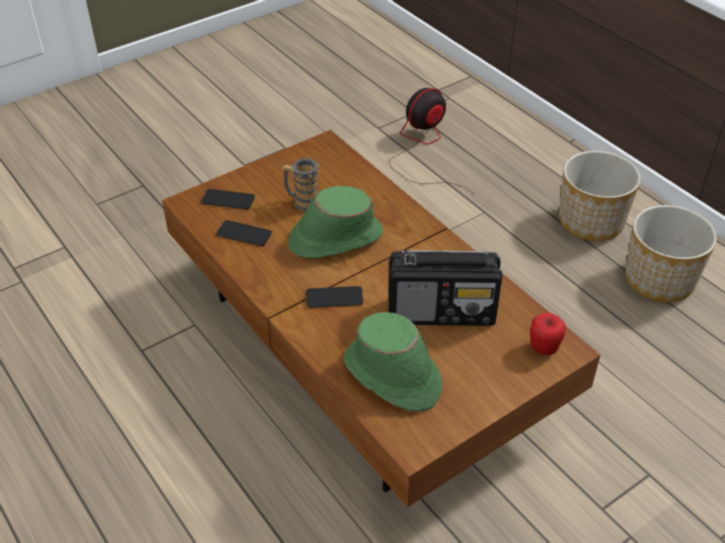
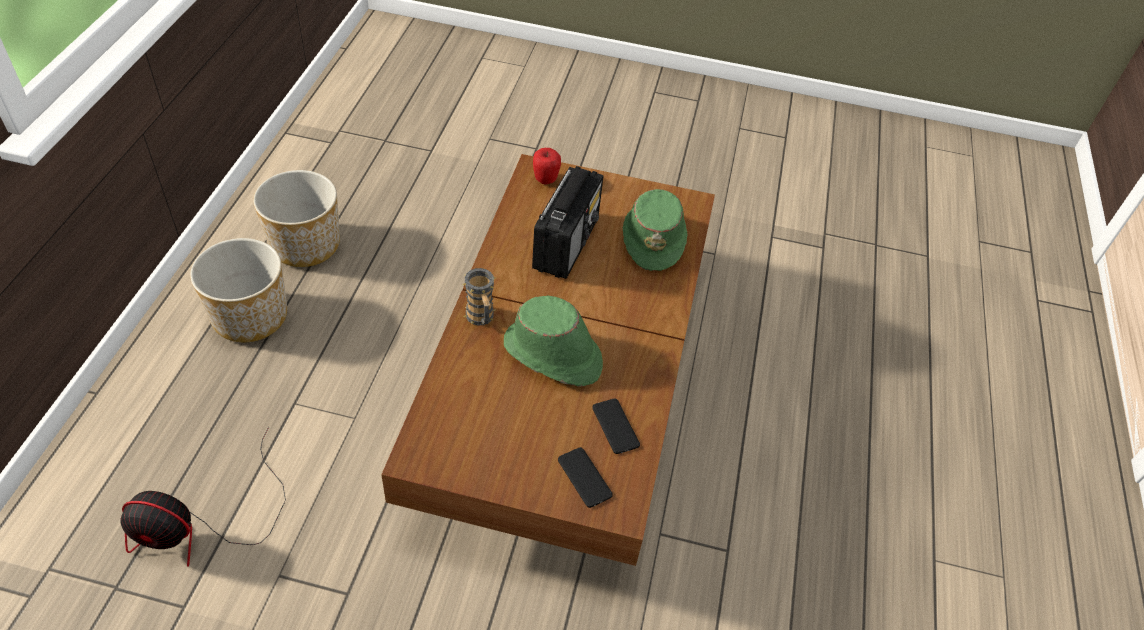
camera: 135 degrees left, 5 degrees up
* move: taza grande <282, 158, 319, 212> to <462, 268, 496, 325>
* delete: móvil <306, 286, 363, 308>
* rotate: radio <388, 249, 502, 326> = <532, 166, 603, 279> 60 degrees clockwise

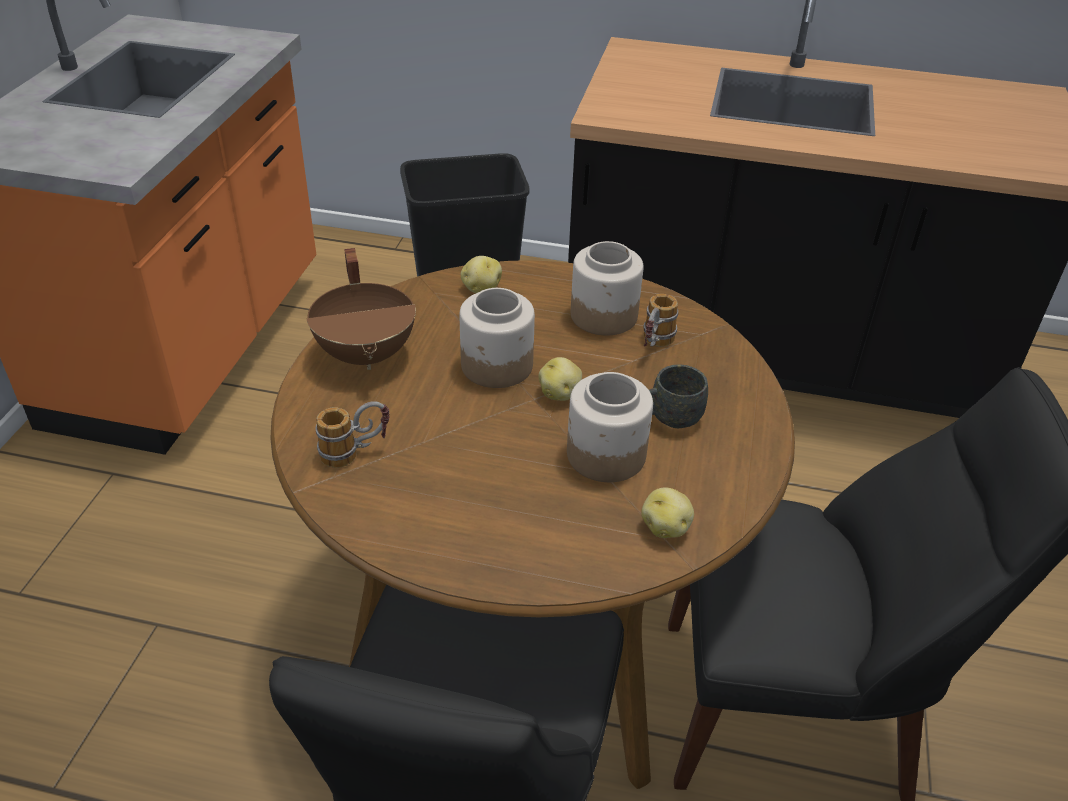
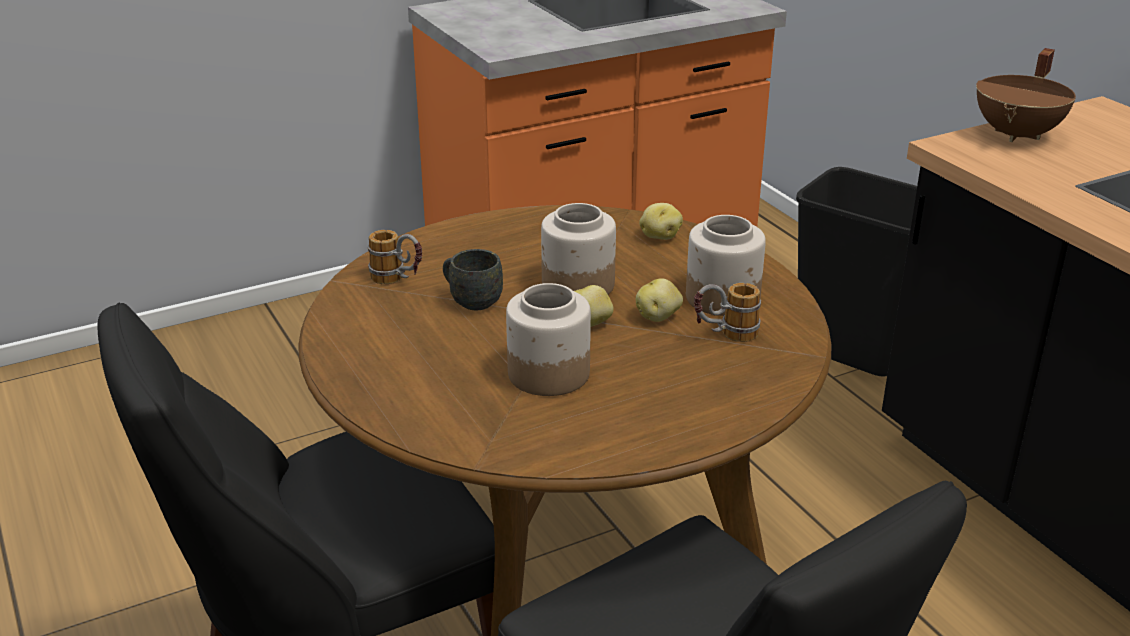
camera: 50 degrees right, 10 degrees down
* move: olla [marrón] <306, 248, 416, 370> to <976, 48, 1076, 142>
* move: patata <641, 487, 694, 538> to <636, 278, 683, 322>
* move: taza grande [gris] <649, 364, 708, 428> to <443, 249, 503, 310>

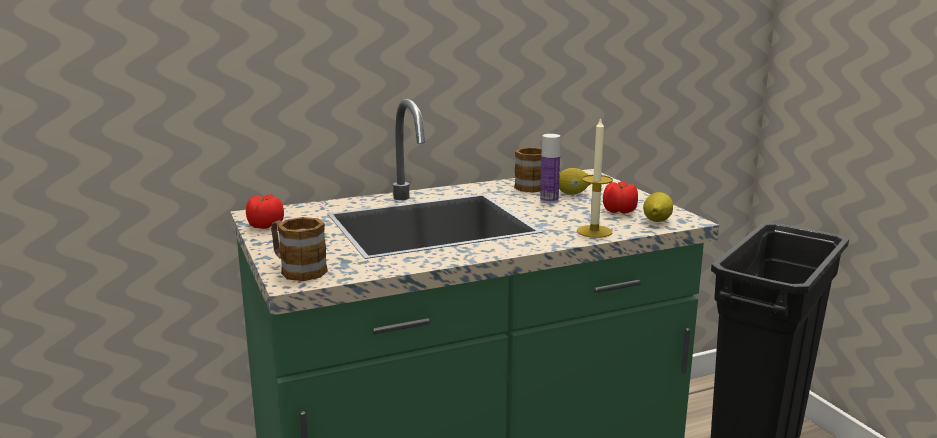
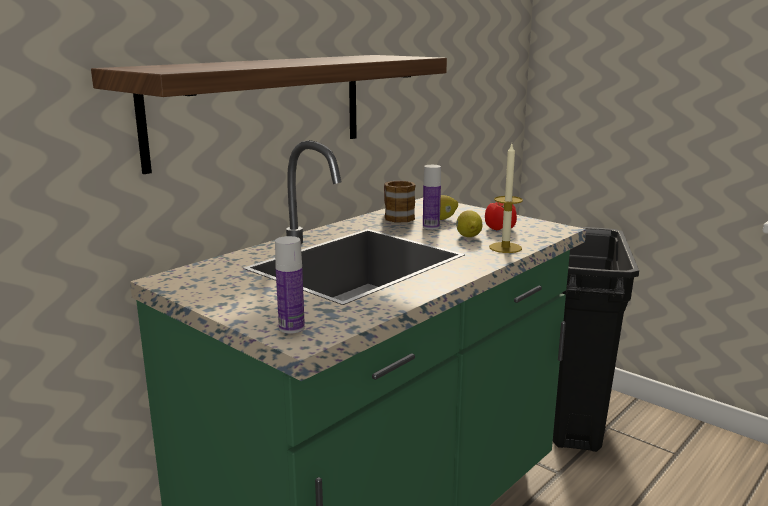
camera: 25 degrees left, 0 degrees up
* delete: tomate <246, 194, 284, 229>
* replace: taza grande <271, 217, 328, 281> to botella <275, 236, 305, 334>
* move: limón <643, 192, 673, 222> to <456, 210, 482, 237>
* insert: estante <91, 55, 447, 174>

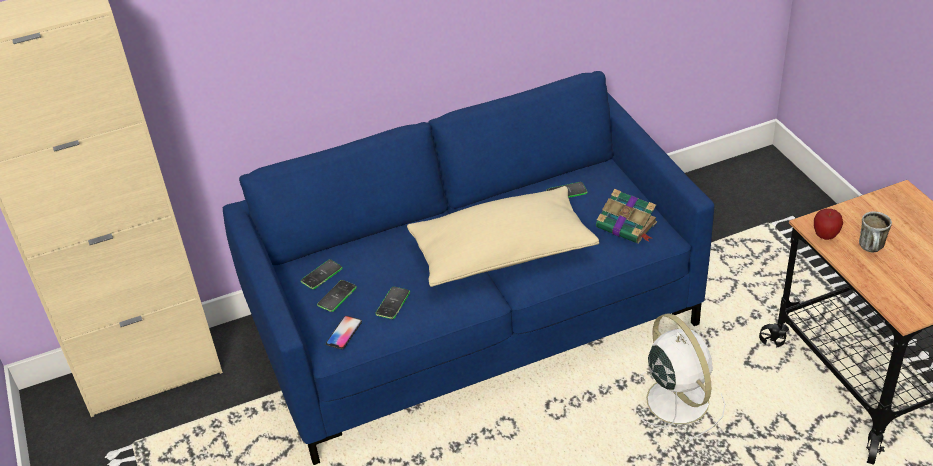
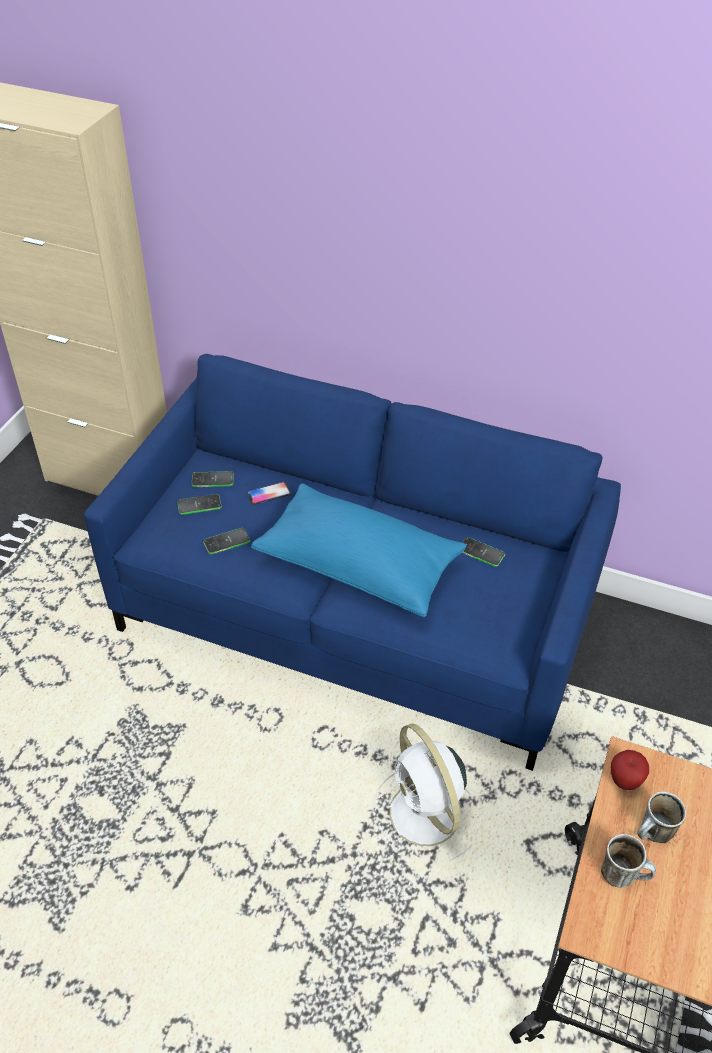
camera: 40 degrees right, 5 degrees up
* move: móvil <326, 316, 362, 349> to <246, 482, 291, 505>
* recolor: cojín [beis] <407, 186, 599, 287> to cojín [azul] <251, 483, 467, 618>
* delete: libro <596, 189, 657, 244>
* rotate: ventilador [blanco] <639, 313, 725, 442> = <372, 723, 472, 861> 135 degrees clockwise
* insert: taza grande <601, 834, 656, 888>

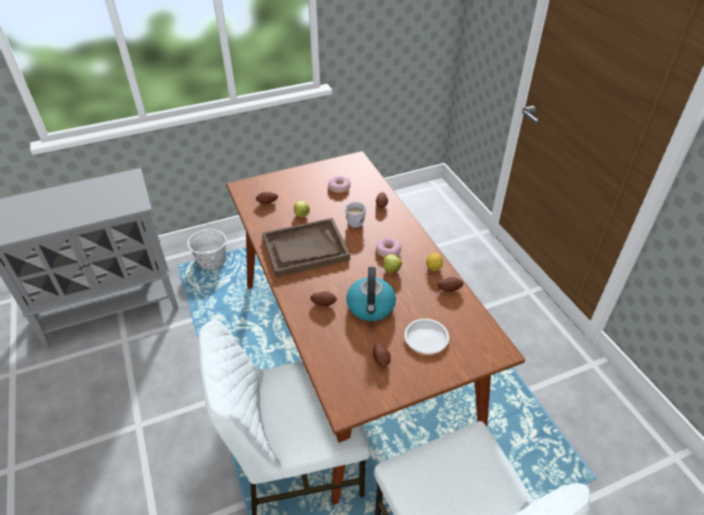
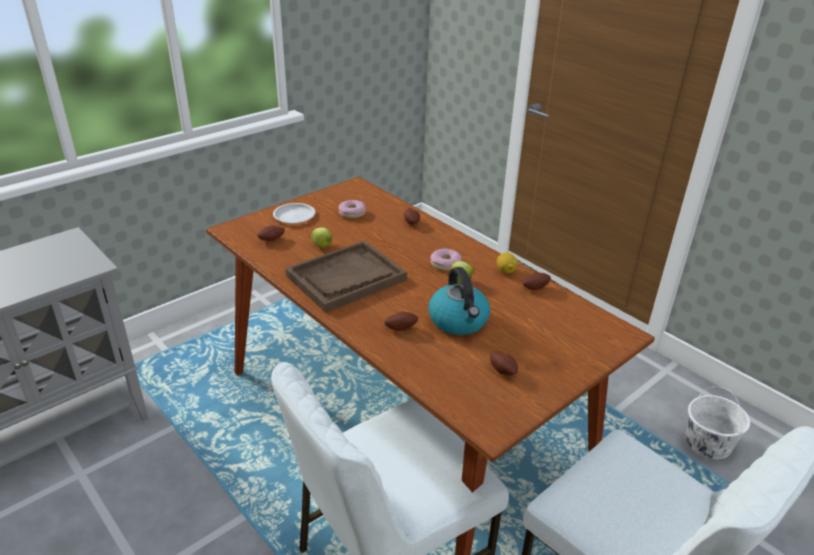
camera: 20 degrees left, 10 degrees down
* move: cubo [blanco] <187, 224, 227, 269> to <685, 387, 750, 459>
* delete: taza grande [blanco] <345, 201, 366, 228>
* move: plato [blanco] <405, 319, 449, 354> to <273, 203, 315, 224>

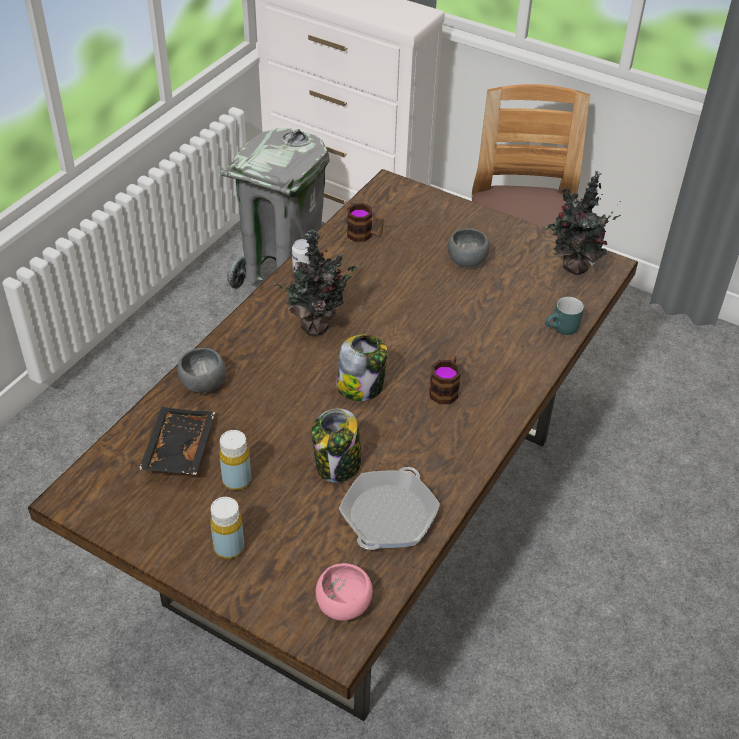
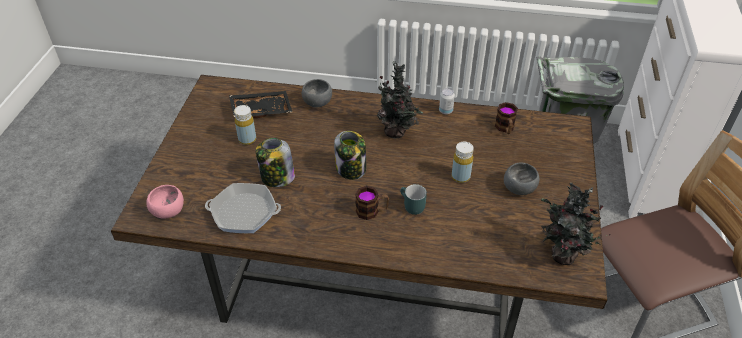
camera: 70 degrees right, 0 degrees up
* move: botella [amarillo] <210, 497, 244, 559> to <452, 142, 474, 183>
* move: taza grande [turquesa] <545, 297, 584, 335> to <400, 184, 427, 215>

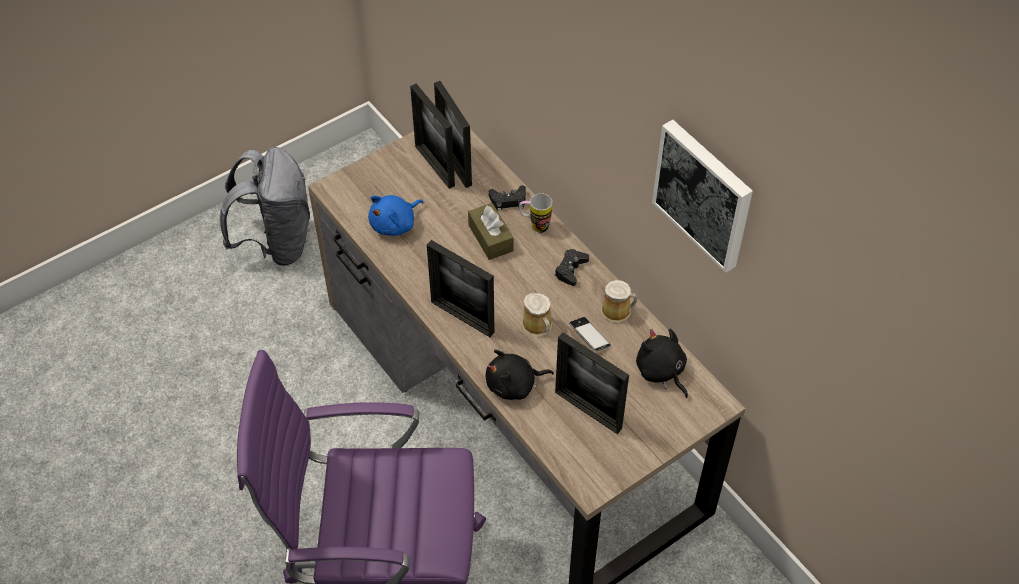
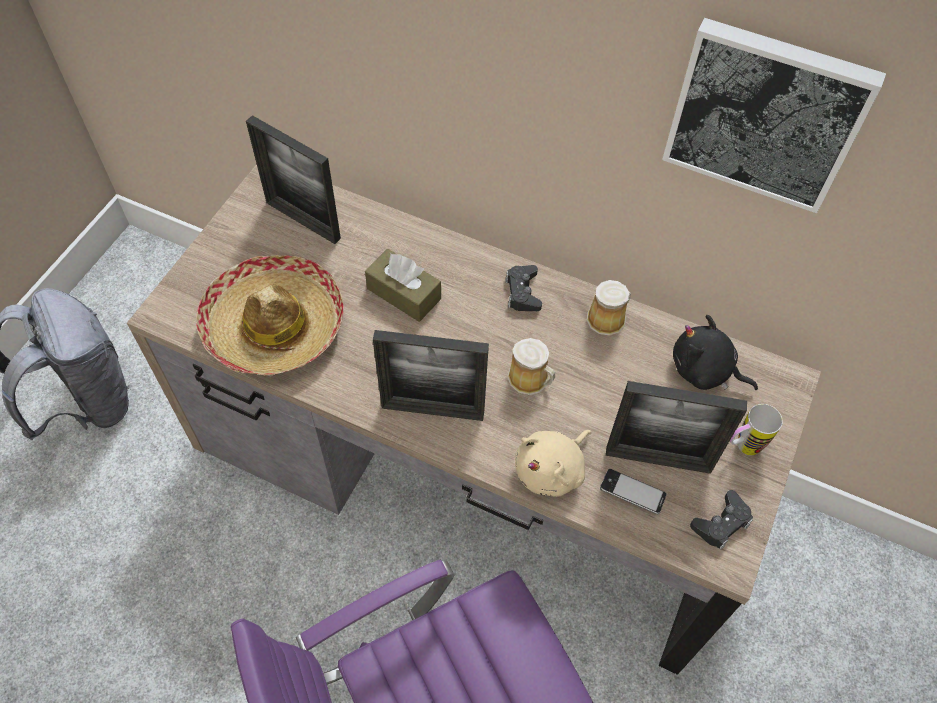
camera: 30 degrees left, 5 degrees up
* replace: peluche [azul] <368, 195, 423, 236> to sombrero <196, 255, 344, 376>
* delete: portarretratos <410, 84, 455, 189>
* recolor: peluche [negro] <486, 350, 554, 400> to peluche [beis] <515, 430, 592, 497>
* move: mando de consola [negro] <489, 185, 526, 212> to <690, 490, 753, 550>
* move: taza grande <519, 193, 552, 233> to <730, 404, 783, 455>
* move: móvil <569, 317, 611, 352> to <600, 469, 667, 514>

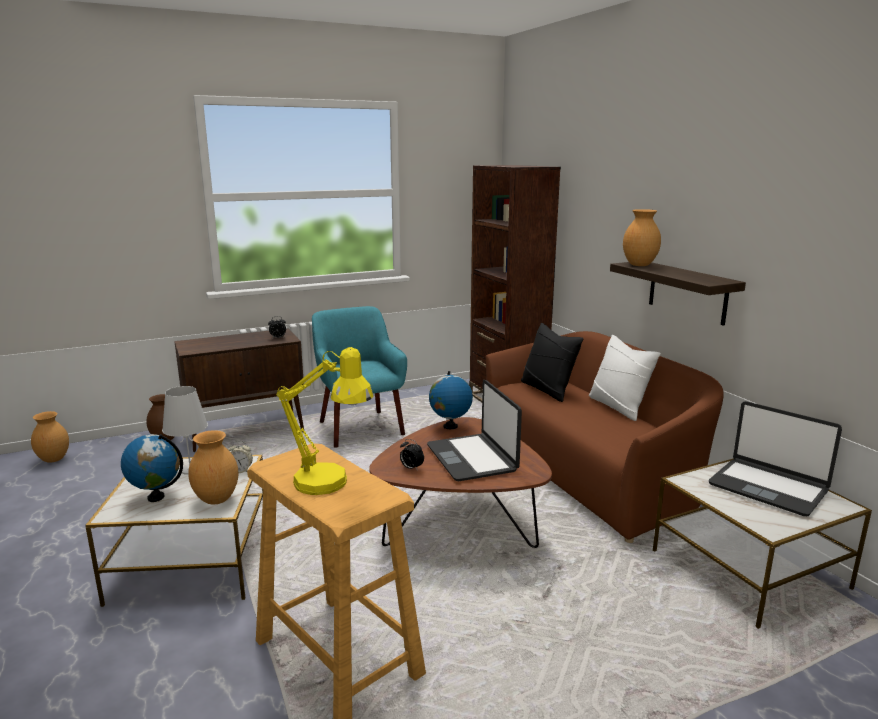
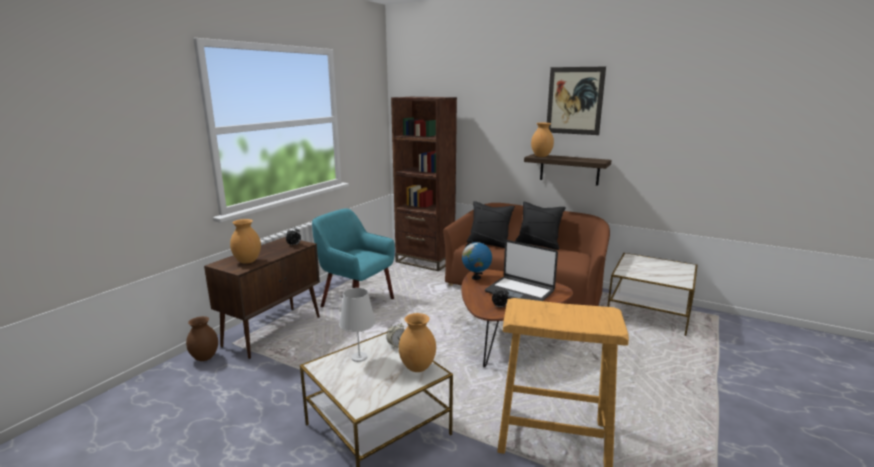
camera: 35 degrees left, 0 degrees up
* move: florero [marrón] <31, 411, 69, 463> to <230, 219, 261, 264>
* delete: globo terráqueo <121, 434, 183, 502>
* delete: lámpara de mesa [amarillo] <276, 347, 373, 495>
* recolor: cojín [blanco] <589, 335, 661, 421> to cojín [negro] <515, 201, 566, 250>
* delete: portátil <709, 401, 842, 516>
* insert: cuadro <547, 67, 606, 135>

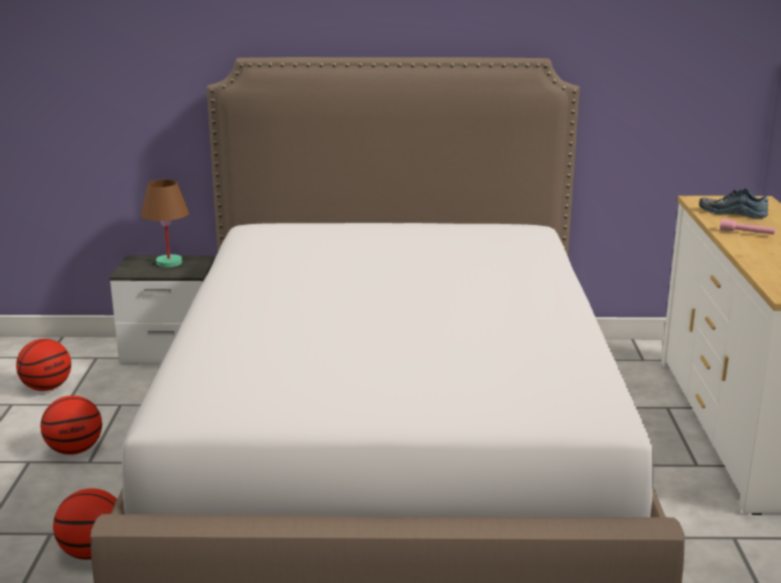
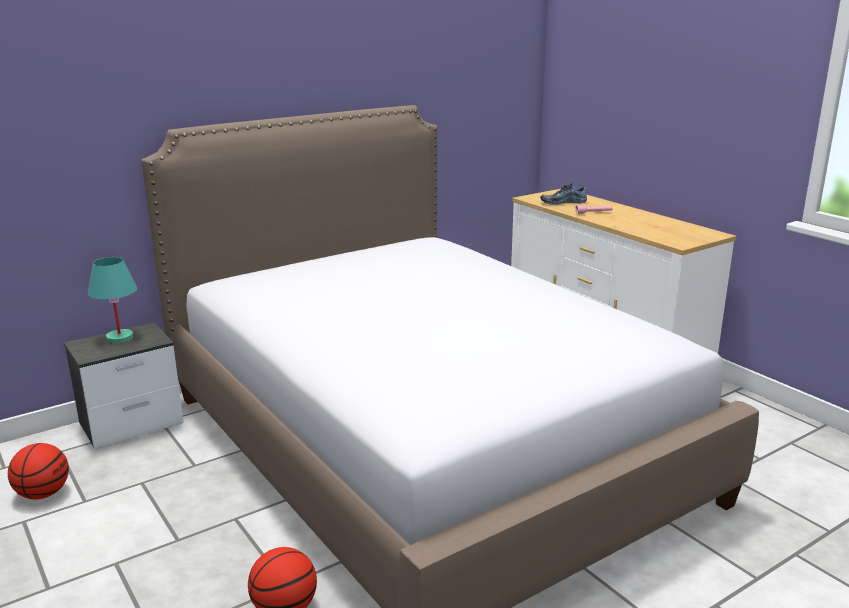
camera: 35 degrees left, 0 degrees up
* delete: balón de baloncesto <40, 395, 102, 455>
* recolor: lámpara de mesa [marrón] <141, 179, 189, 267> to lámpara de mesa [turquesa] <87, 257, 137, 343>

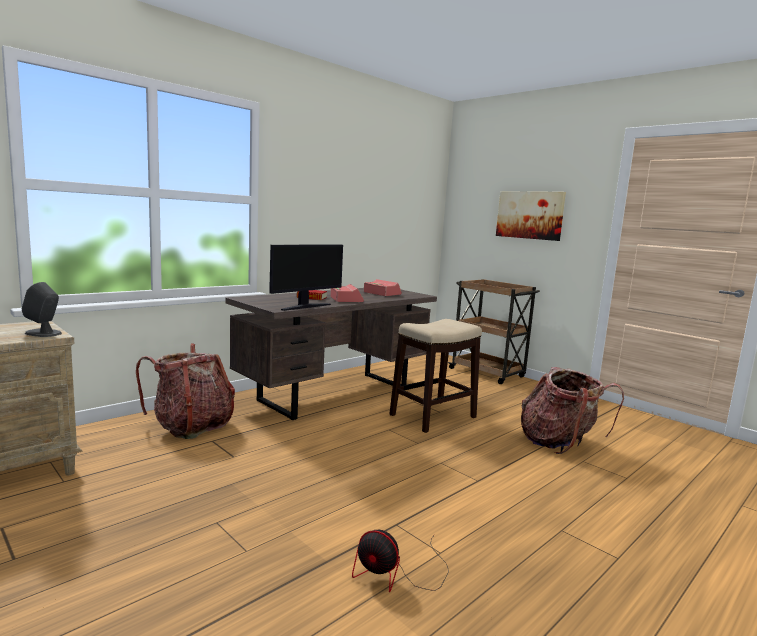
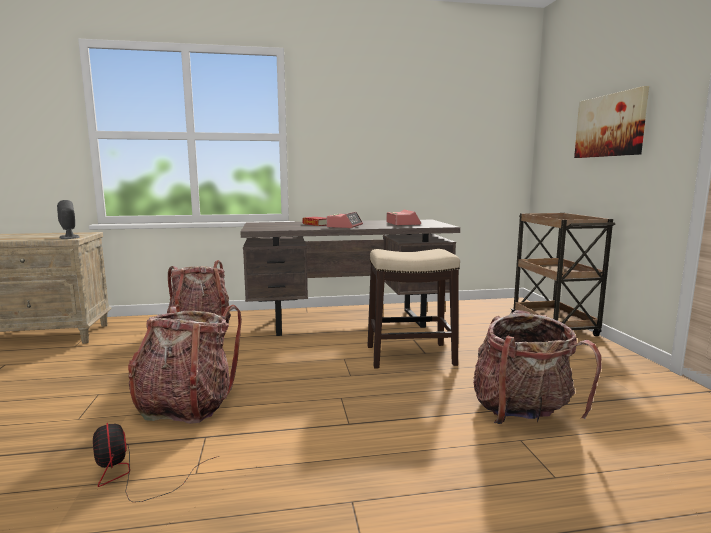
camera: 35 degrees right, 0 degrees up
* delete: monitor <269, 245, 343, 311>
* insert: mochila <128, 305, 242, 424>

